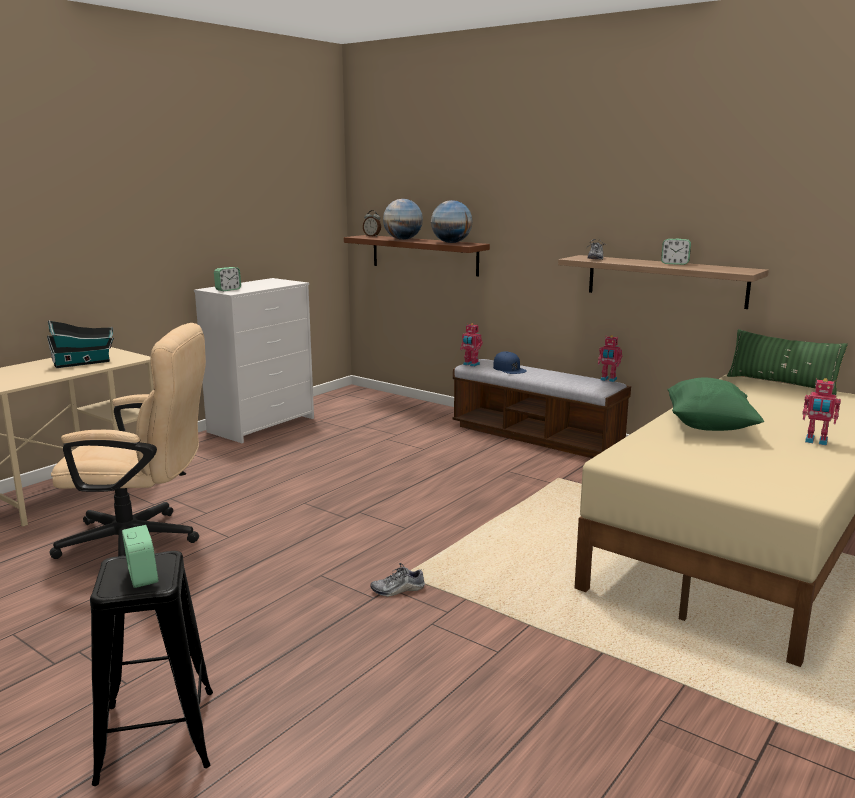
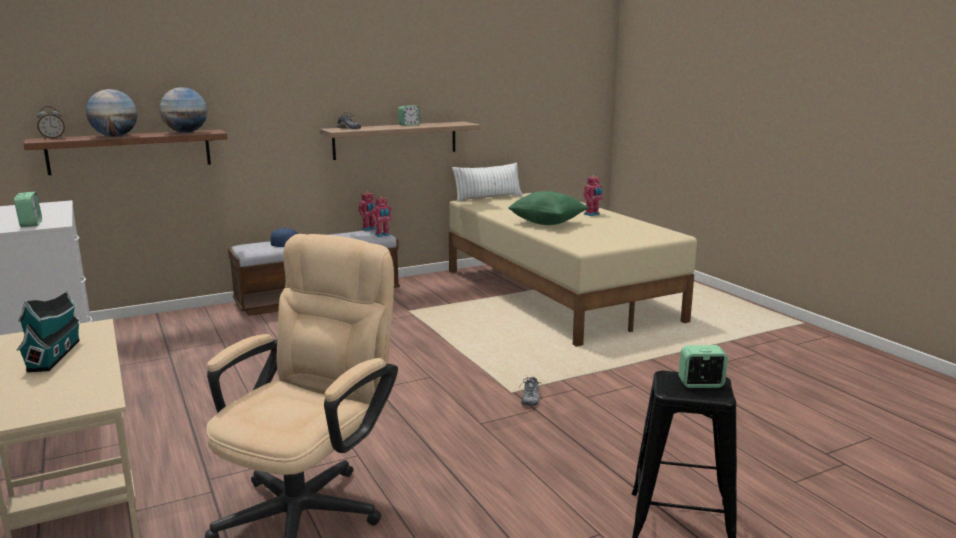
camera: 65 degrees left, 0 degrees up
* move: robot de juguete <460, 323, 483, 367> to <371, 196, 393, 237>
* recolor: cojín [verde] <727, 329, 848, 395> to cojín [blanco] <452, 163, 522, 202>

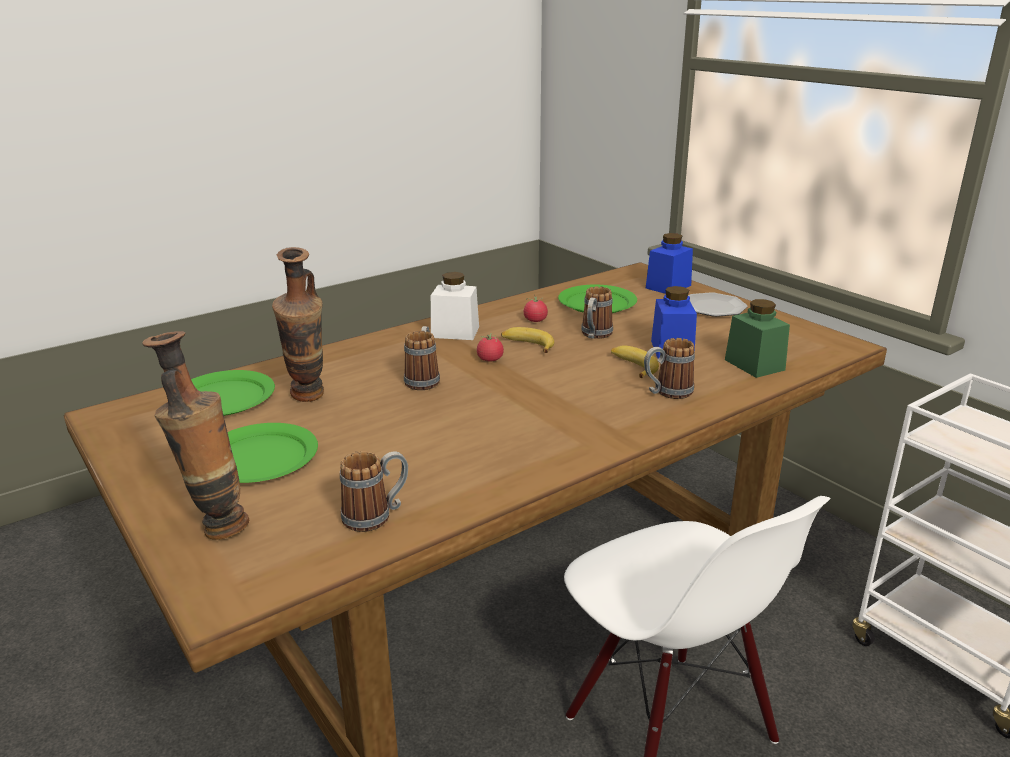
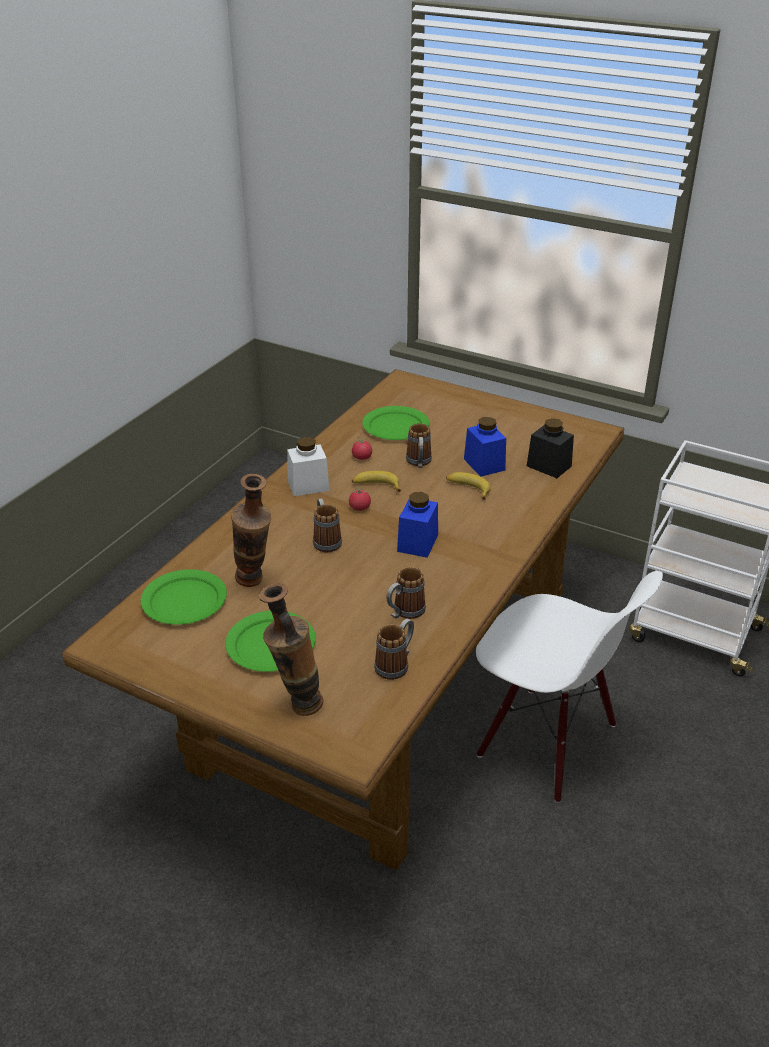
camera: 25 degrees left, 10 degrees up
* move: taza grande <644, 338, 695, 399> to <386, 567, 426, 619>
* move: tarro [azul] <646, 233, 693, 294> to <397, 492, 438, 558>
* delete: plato <688, 292, 748, 317>
* recolor: tarro [verde] <725, 299, 790, 378> to tarro [negro] <527, 418, 574, 478>

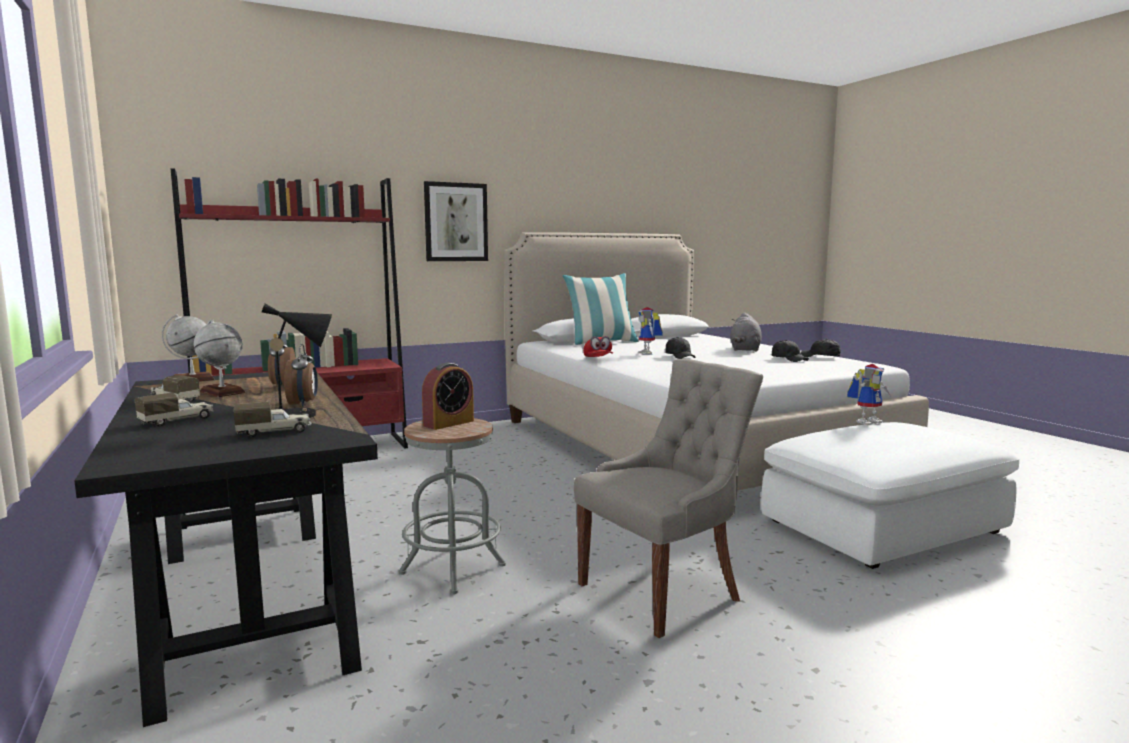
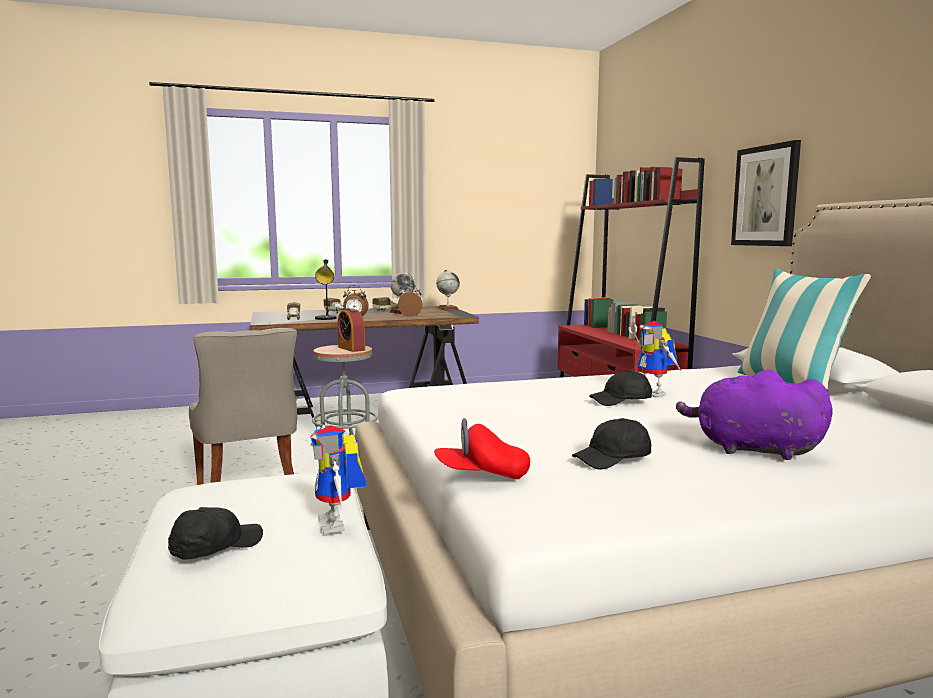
camera: 100 degrees right, 0 degrees up
* move: gorra [rojo] <583, 336, 613, 357> to <434, 418, 530, 479>
* rotate: robot de juguete <638, 307, 663, 355> = <628, 321, 682, 397> 120 degrees counterclockwise
* recolor: peluche [gris] <730, 313, 762, 352> to peluche [morado] <676, 370, 832, 460>
* move: gorra [negro] <801, 339, 841, 357> to <168, 507, 263, 560>

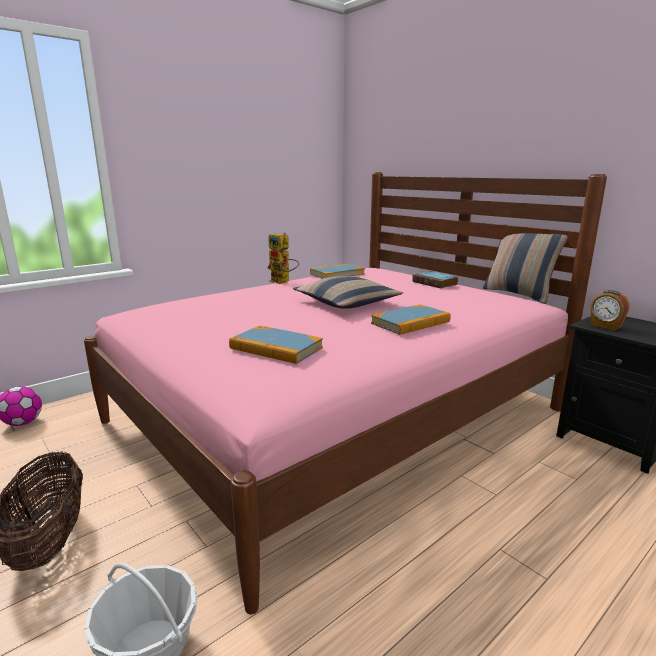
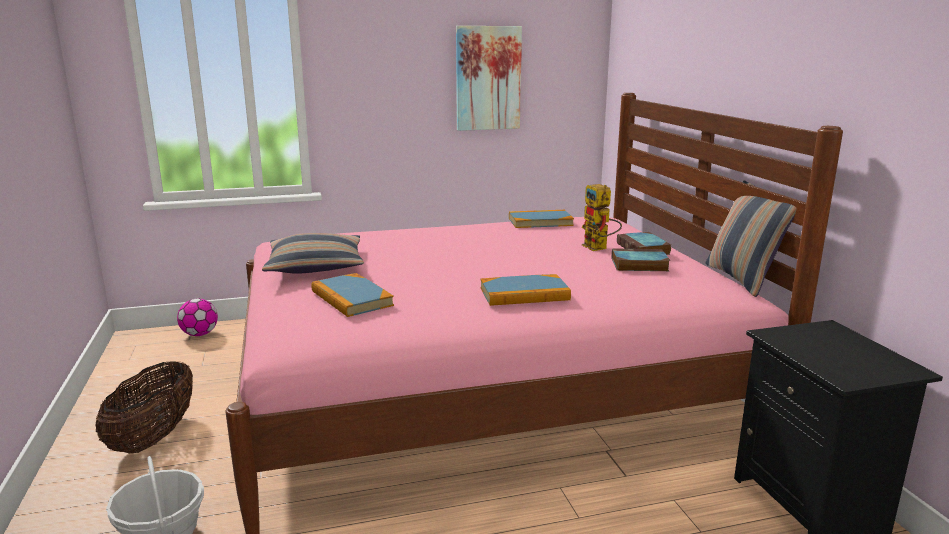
camera: 25 degrees right, 0 degrees up
* move: robot de juguete <267, 232, 299, 284> to <582, 184, 622, 251>
* move: cojín <293, 276, 403, 309> to <262, 233, 364, 274>
* delete: despertador <591, 290, 630, 331>
* insert: cuadro <456, 26, 522, 131>
* insert: libro <612, 248, 670, 271>

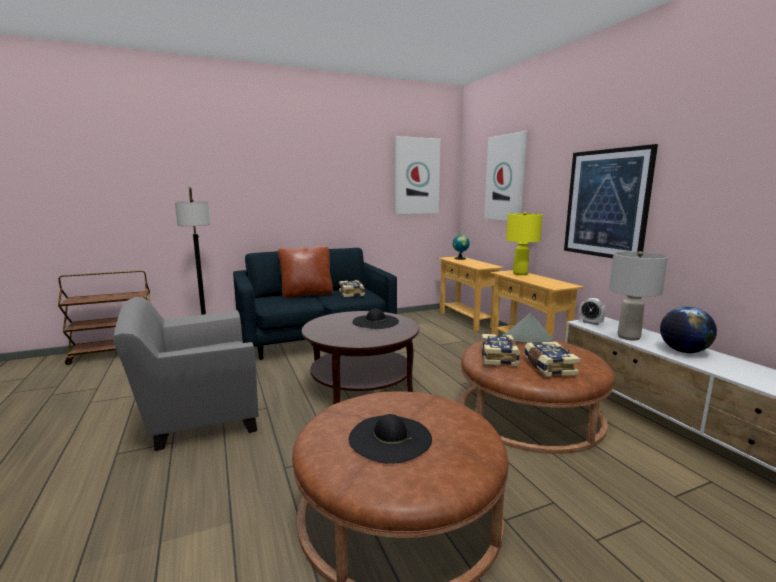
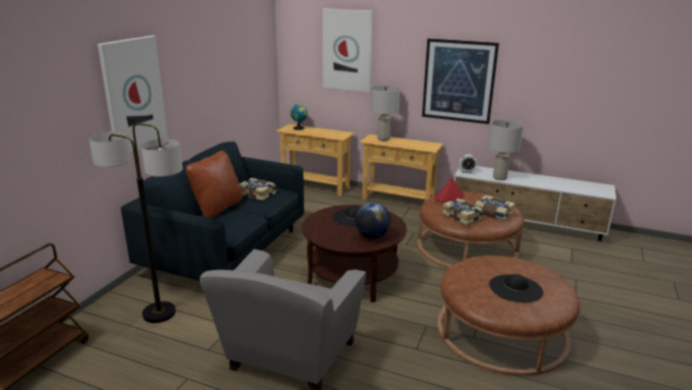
camera: 45 degrees left, 10 degrees up
* move: cuadro <394, 136, 441, 214> to <97, 36, 168, 153>
* recolor: sombrero [gris] <502, 313, 553, 343> to sombrero [rojo] <435, 177, 464, 202>
* recolor: lámpara de mesa [amarillo] <506, 212, 542, 275> to lámpara de mesa [gris] <371, 85, 400, 141>
* move: globo terráqueo <660, 307, 717, 353> to <355, 202, 391, 239>

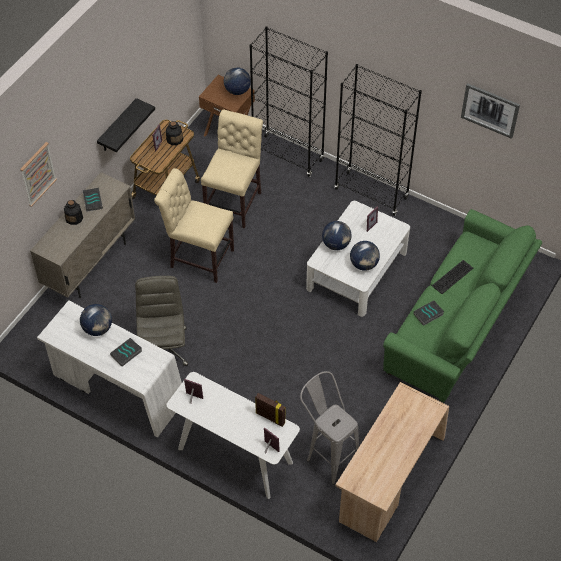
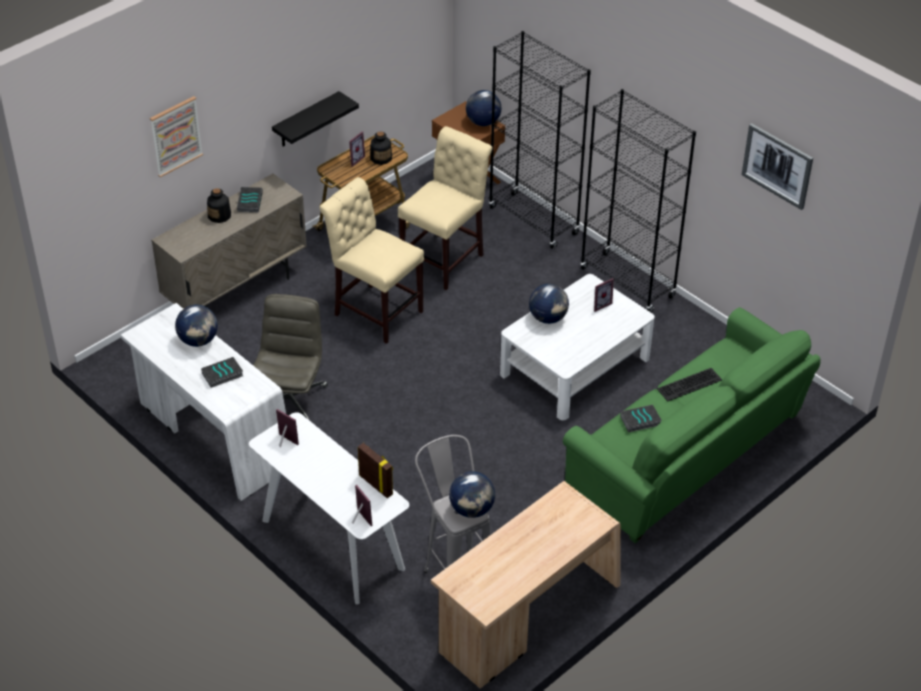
camera: 15 degrees right, 10 degrees down
* move: globo terráqueo <350, 241, 380, 271> to <449, 471, 495, 518>

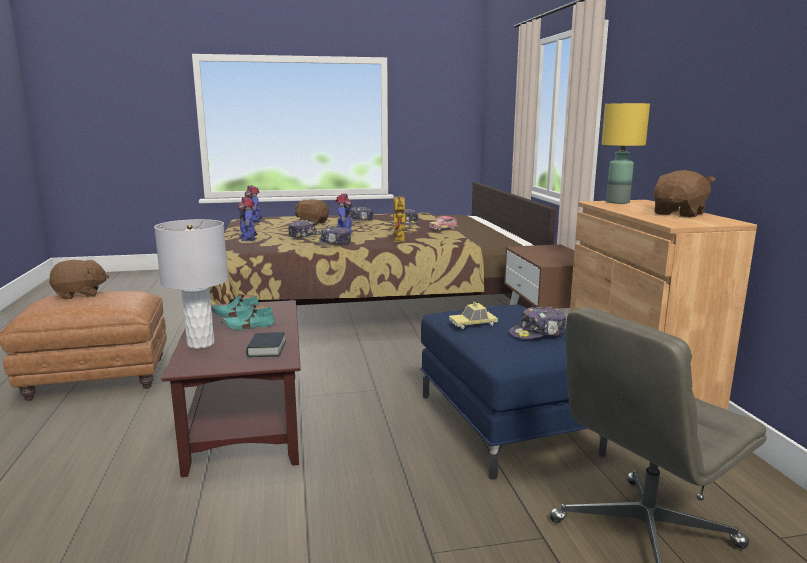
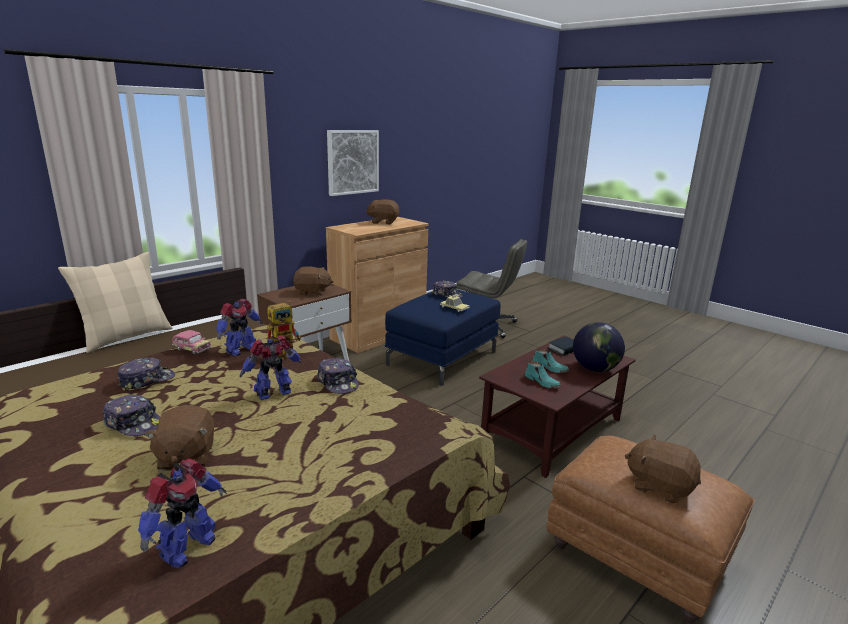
camera: 125 degrees left, 5 degrees up
* replace: lámpara de mesa [gris] <154, 219, 228, 349> to globo terráqueo <573, 322, 625, 372>
* move: robot de juguete <238, 197, 258, 241> to <216, 299, 263, 356>
* delete: gorra <288, 220, 322, 239>
* delete: lámpara de mesa [amarillo] <602, 103, 650, 204>
* insert: cojín [beis] <58, 252, 172, 353>
* insert: peluche [marrón] <293, 266, 333, 296>
* insert: cuadro <327, 130, 379, 196>

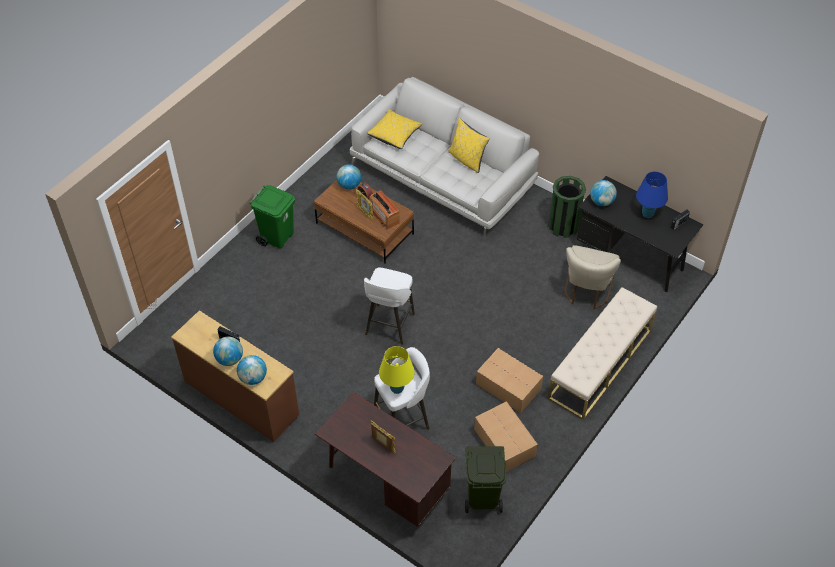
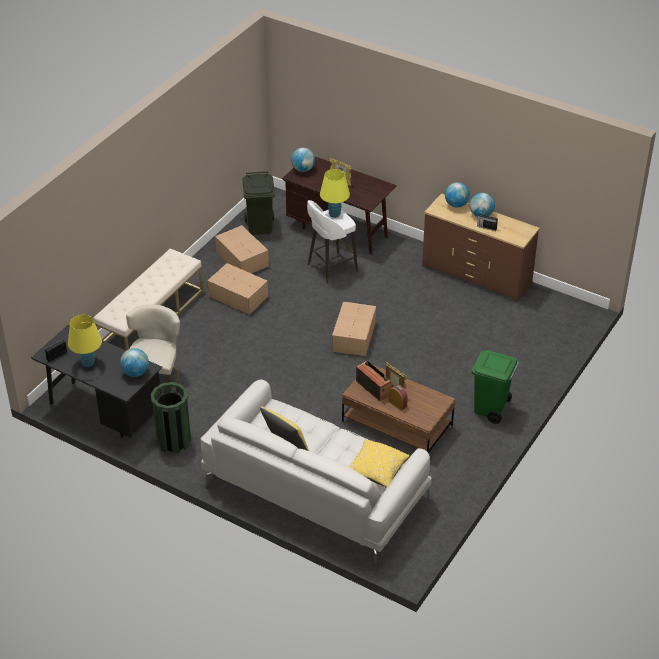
camera: 175 degrees right, 10 degrees down
* move: globo terráqueo <336, 165, 361, 190> to <291, 148, 315, 172>
* replace: taburete [blanco] <364, 268, 415, 344> to caja de cartón <332, 301, 376, 357>
* recolor: lámpara de mesa [azul] <636, 171, 668, 218> to lámpara de mesa [amarillo] <68, 315, 102, 367>

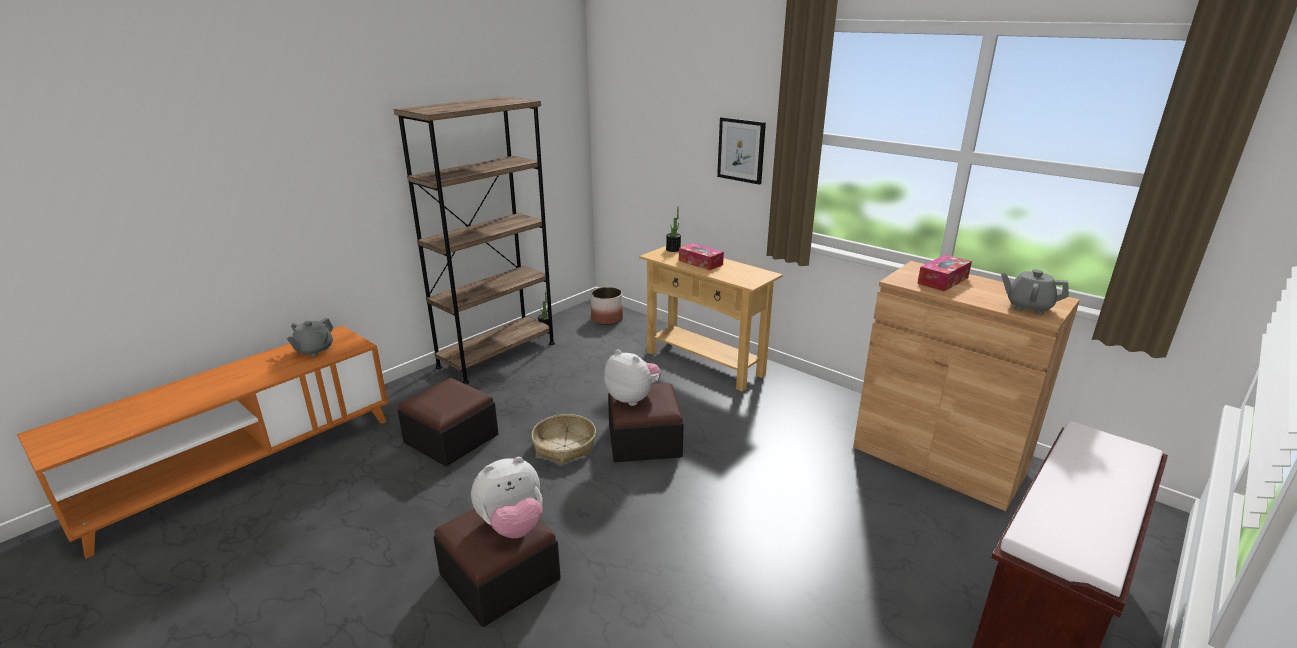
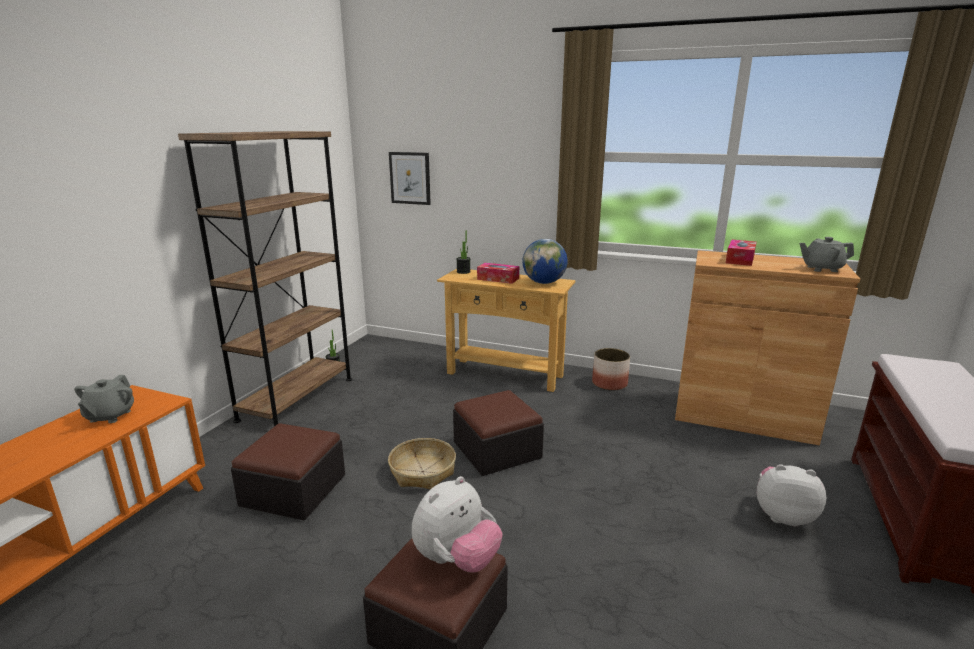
camera: 20 degrees left, 5 degrees down
* move: maceta <591, 287, 623, 325> to <592, 348, 630, 391>
* move: peluche <604, 349, 661, 406> to <757, 464, 826, 526>
* move: cuadro <717, 117, 766, 185> to <389, 152, 431, 205>
* insert: globo terráqueo <522, 239, 568, 284>

